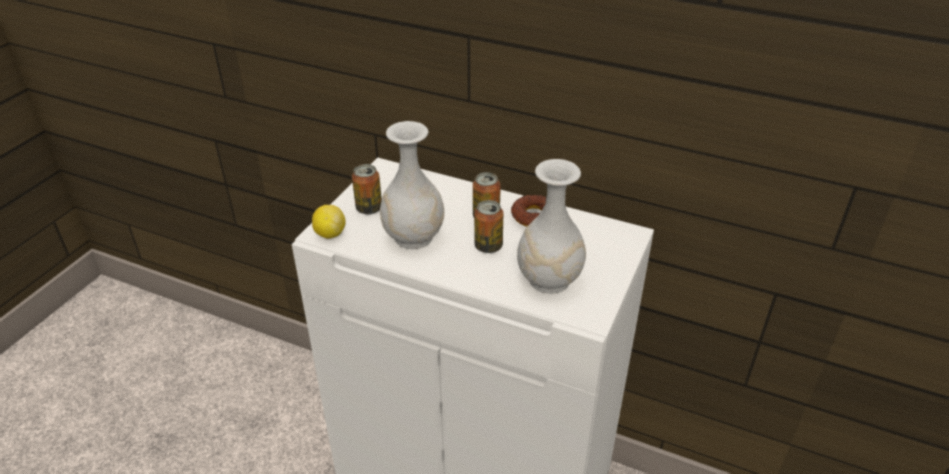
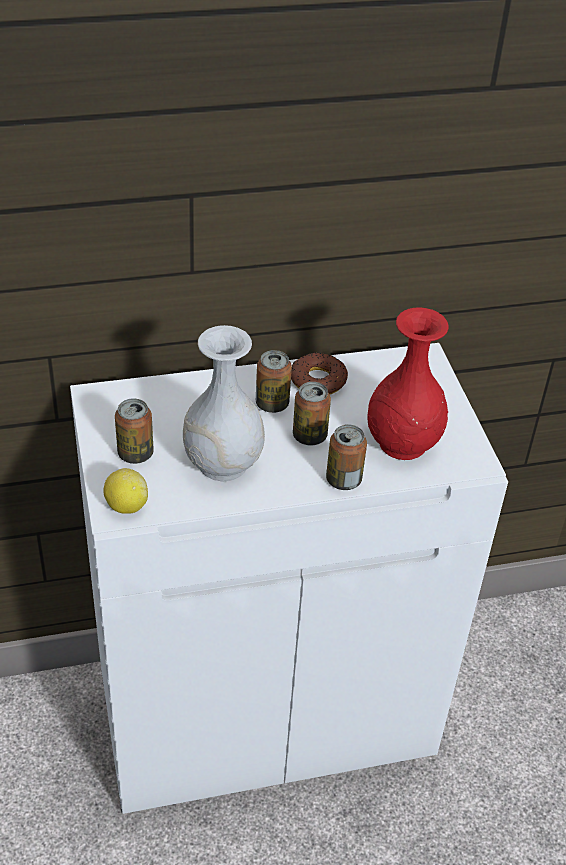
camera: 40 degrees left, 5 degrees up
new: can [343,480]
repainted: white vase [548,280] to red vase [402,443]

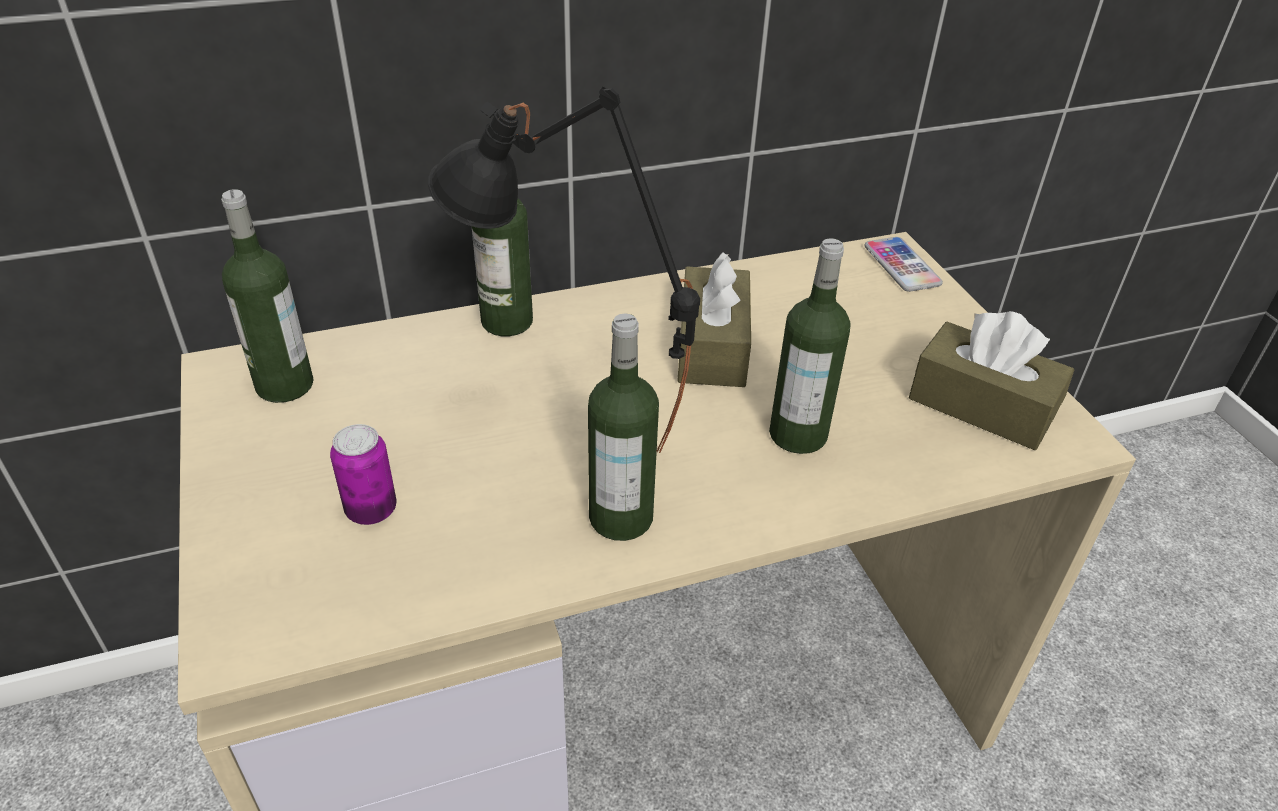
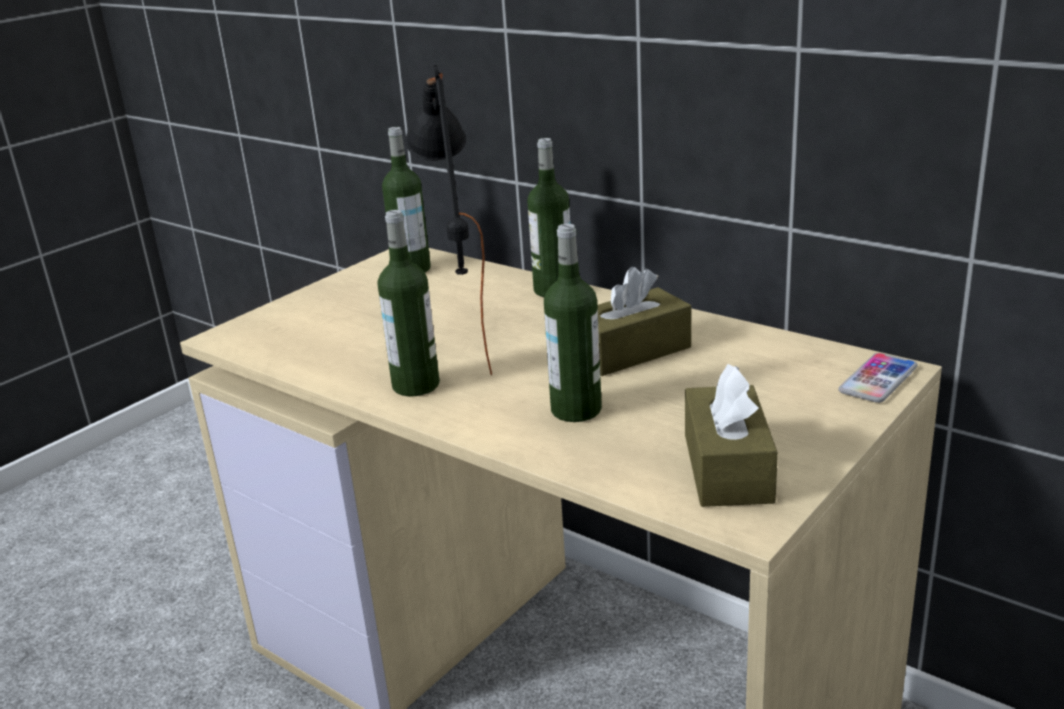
camera: 60 degrees right, 15 degrees down
gone: can [371,510]

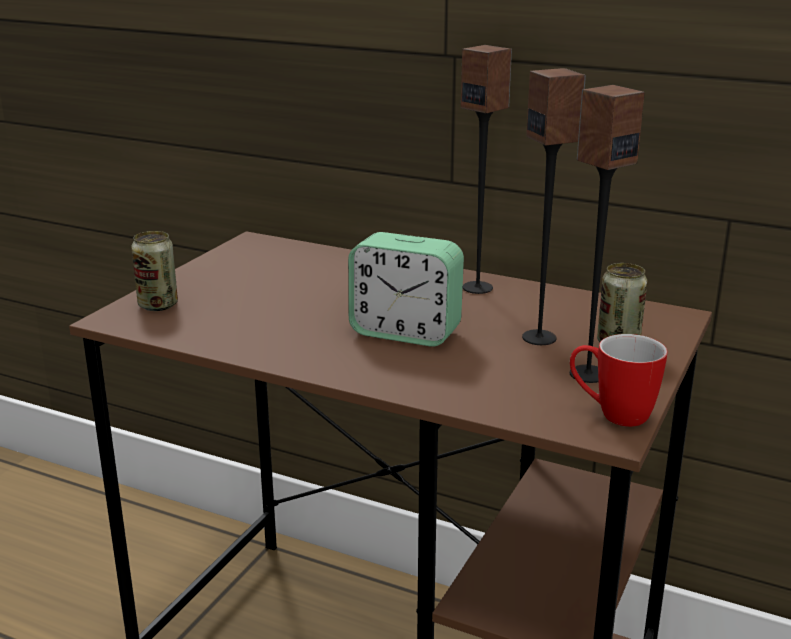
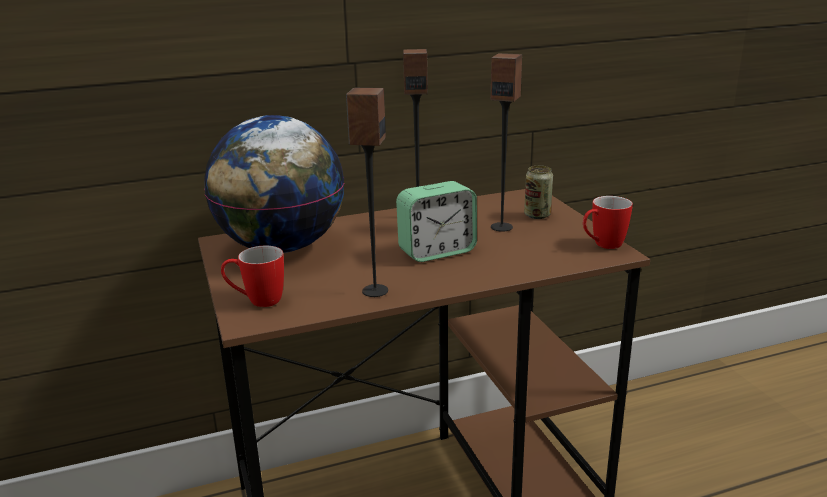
camera: 45 degrees left, 0 degrees up
new: globe [281,247]
shifted: speaker [587,374] to [374,291]
swapped: can [158,305] to mug [256,301]

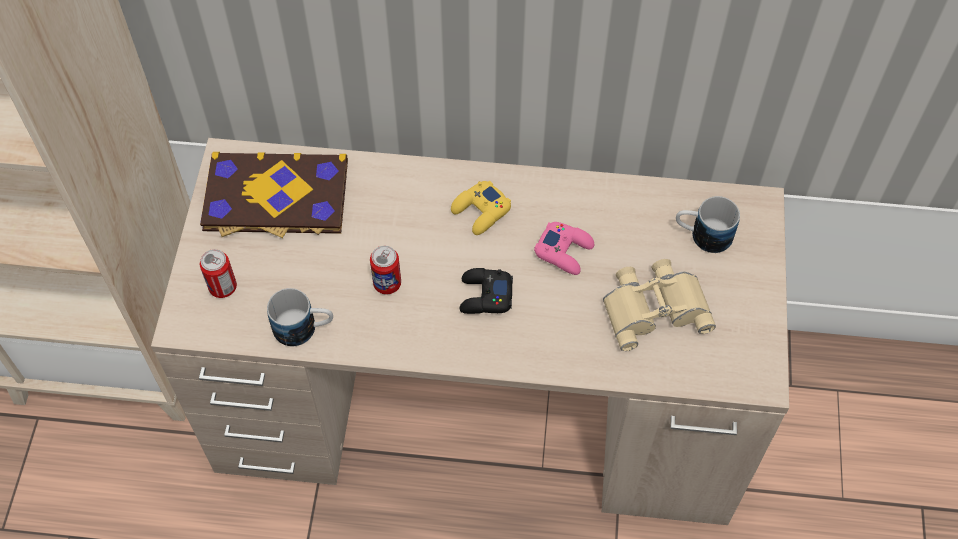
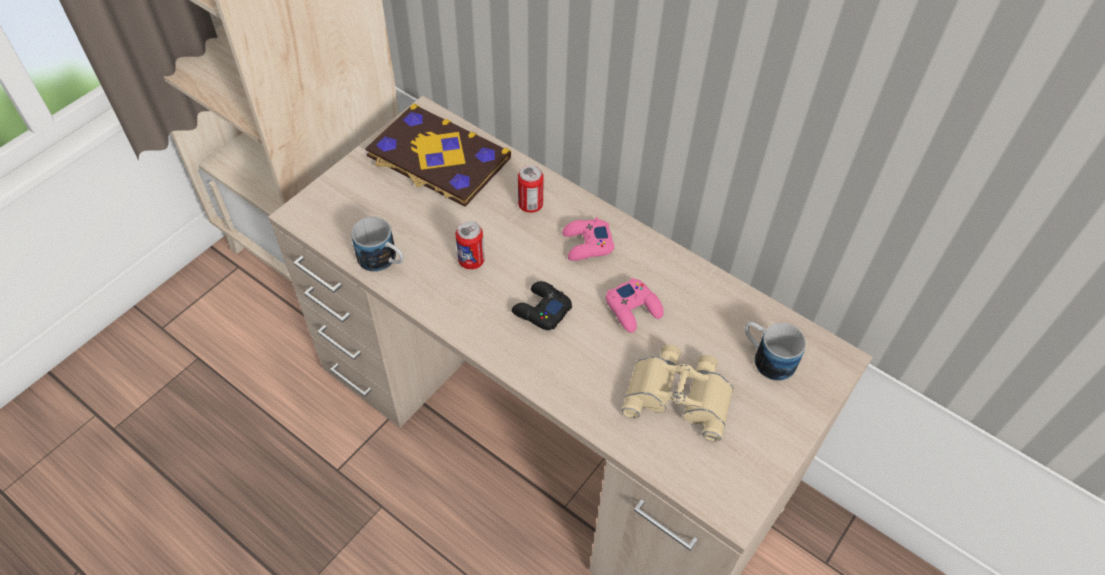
camera: 30 degrees right, 5 degrees down
shifted: can [223,287] to [530,205]
repainted: yellow game controller [481,211] to pink game controller [587,244]

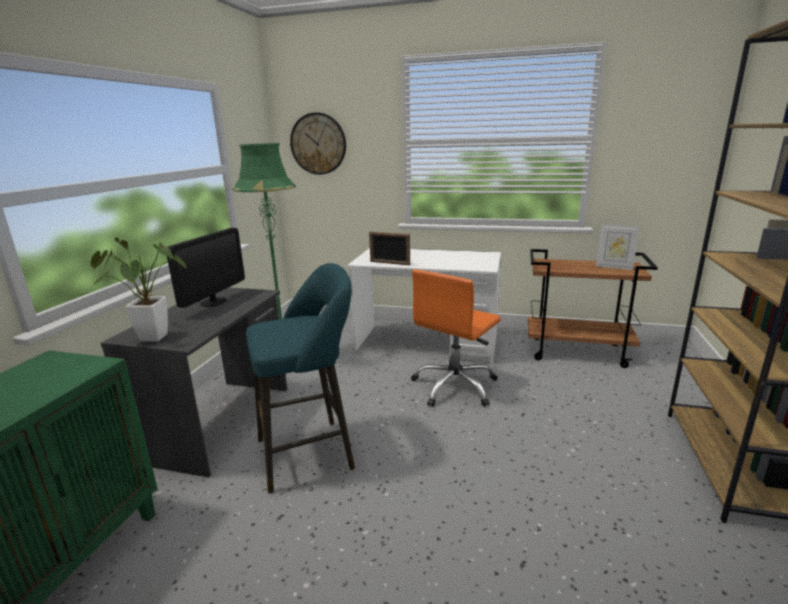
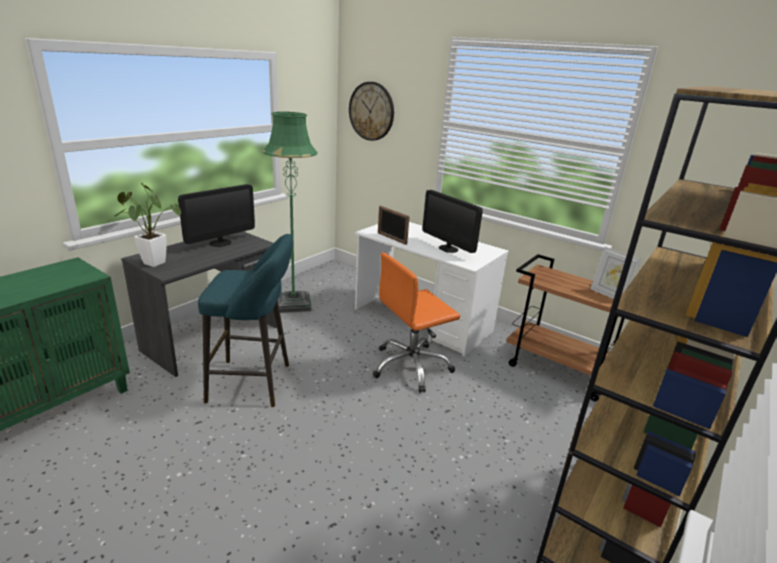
camera: 20 degrees right, 5 degrees up
new: monitor [448,249]

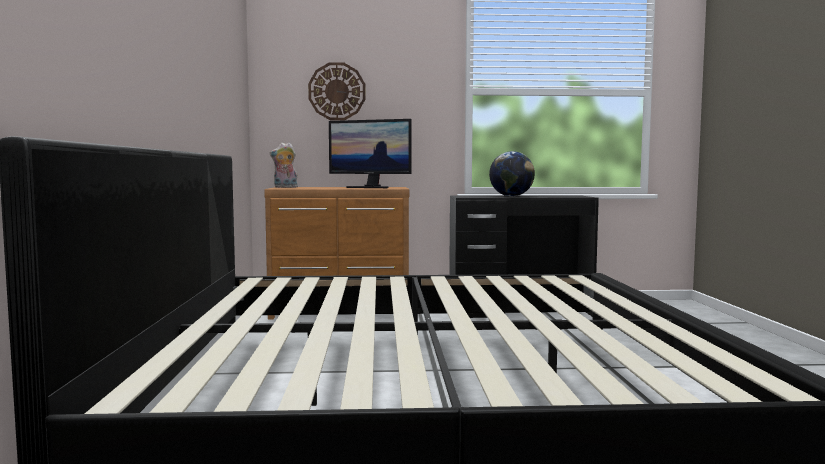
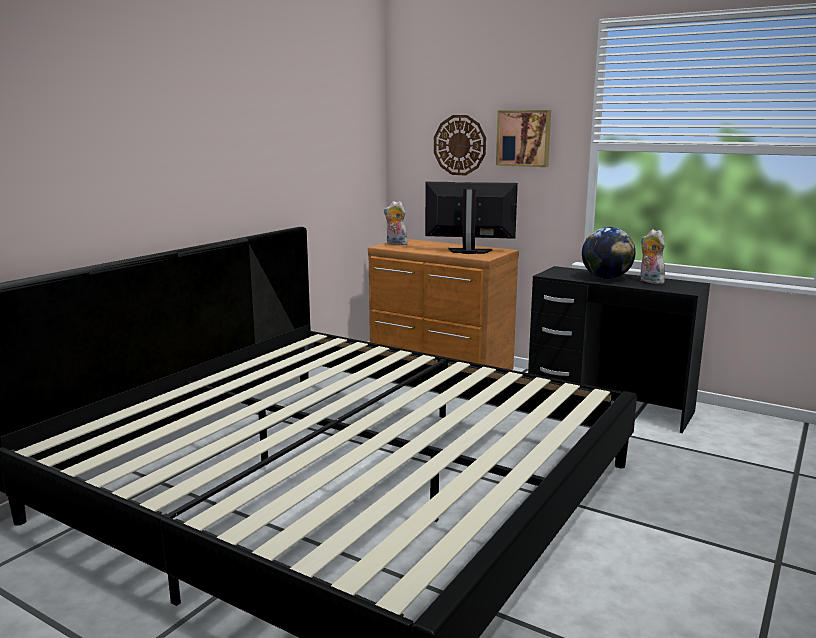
camera: 35 degrees right, 10 degrees up
new: picture [524,138]; plush toy [649,281]
rotated: monitor [371,187] = [469,251] 135 degrees clockwise

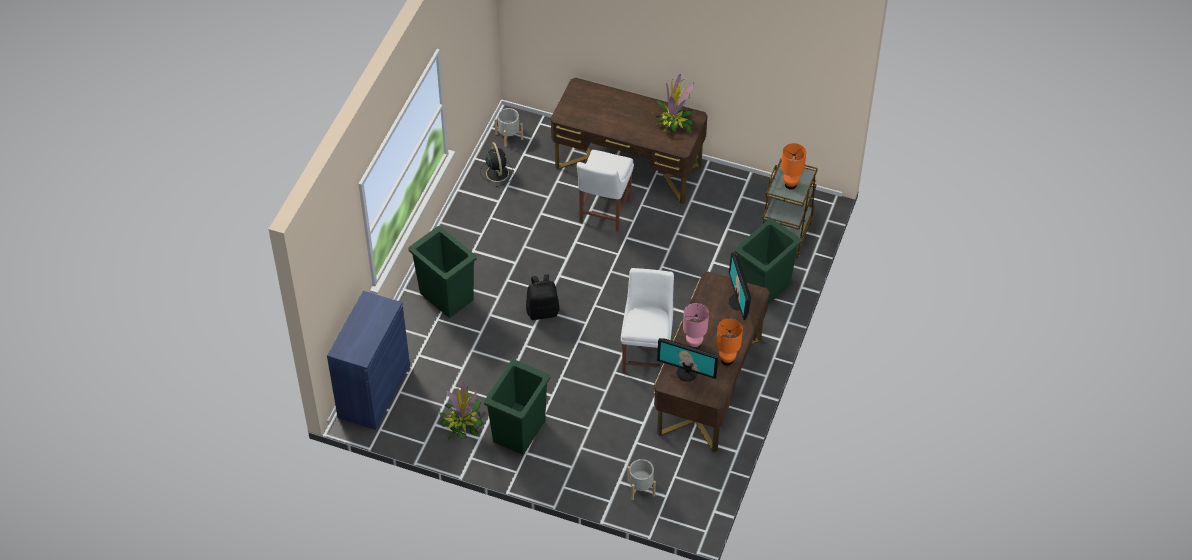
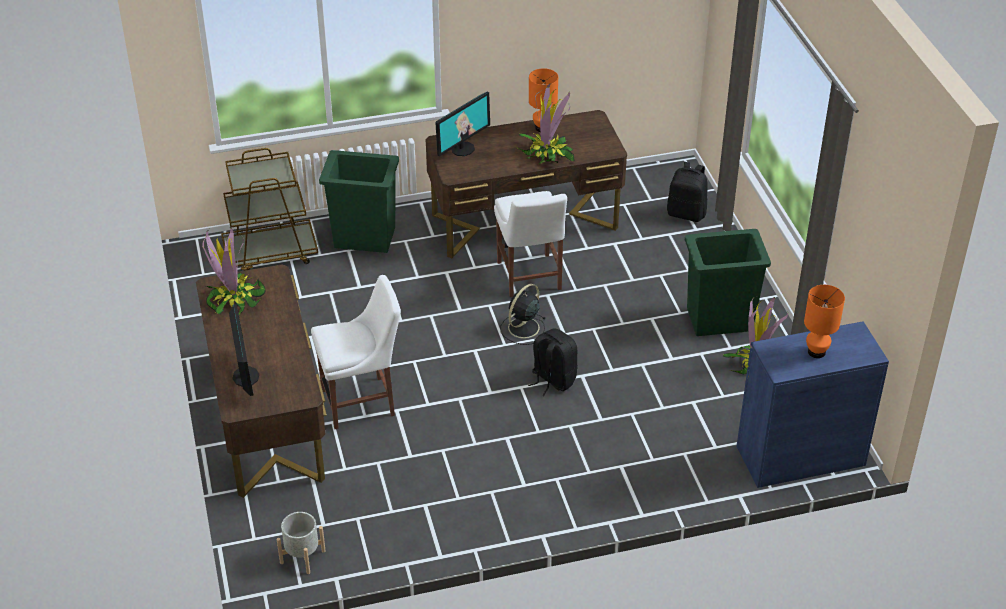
camera: 125 degrees left, 10 degrees down
gone: green trash can [446,296]
shifted: monitor [687,373] to [245,376]; black fan [497,172] to [522,328]; orange table lamp [791,185] to [816,351]
swapped: pink table lamp [693,344] to potted plant [546,154]; grey planter [641,488] to black backpack [686,213]
rotated: white chair [647,354] = [529,278] 75 degrees counterclockwise

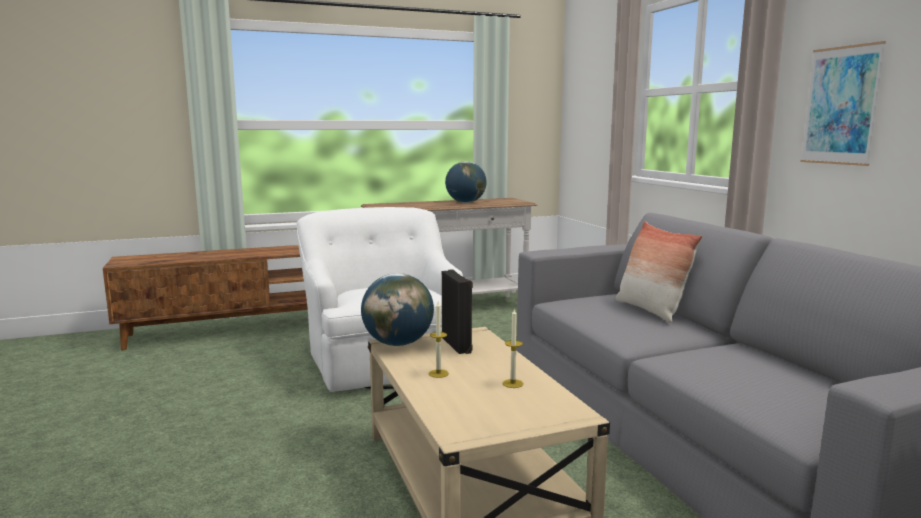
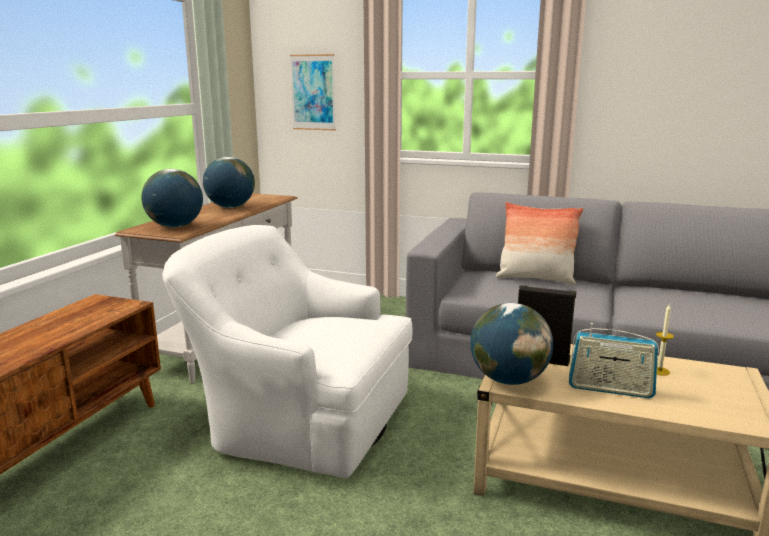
camera: 50 degrees left, 5 degrees up
new: globe [176,226]
shifted: picture [841,106] to [313,92]
swapped: candle [438,373] to radio [610,389]

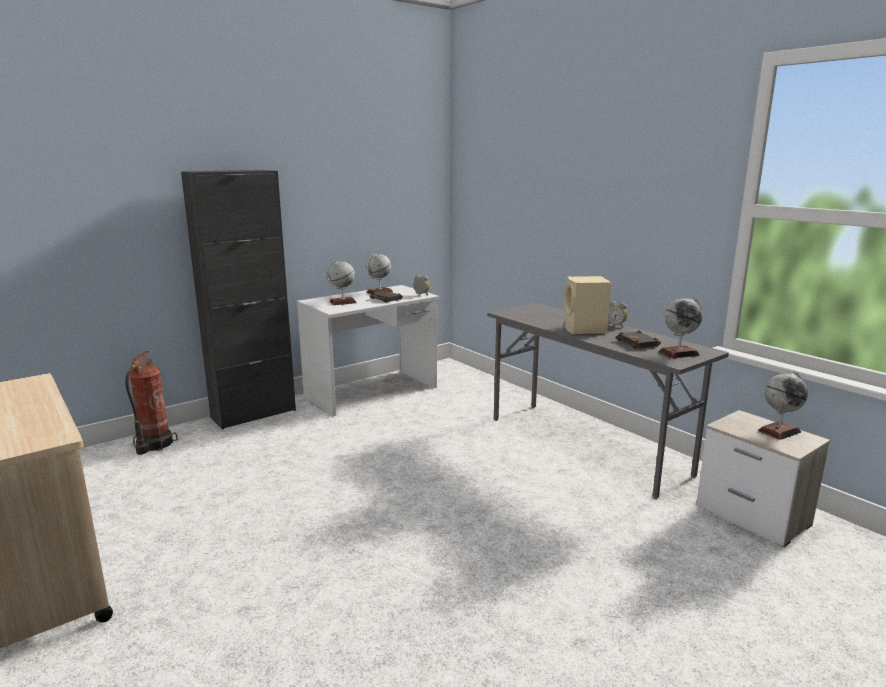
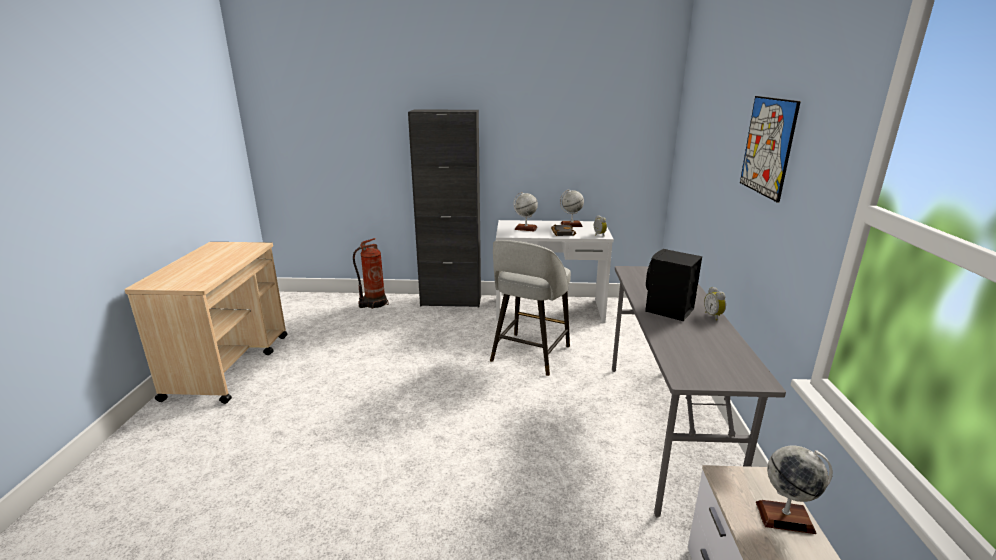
camera: 40 degrees right, 5 degrees up
gone: black book [639,343]; globe [679,353]
new: grey stool [529,355]; picture [767,146]
repainted: beige speaker [585,330] to black speaker [668,311]

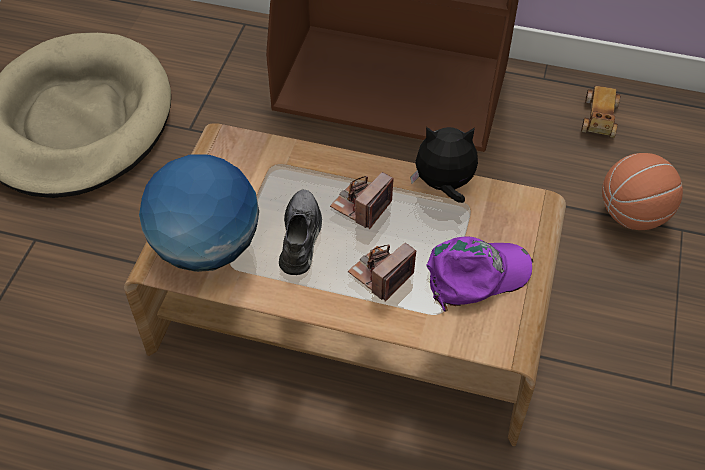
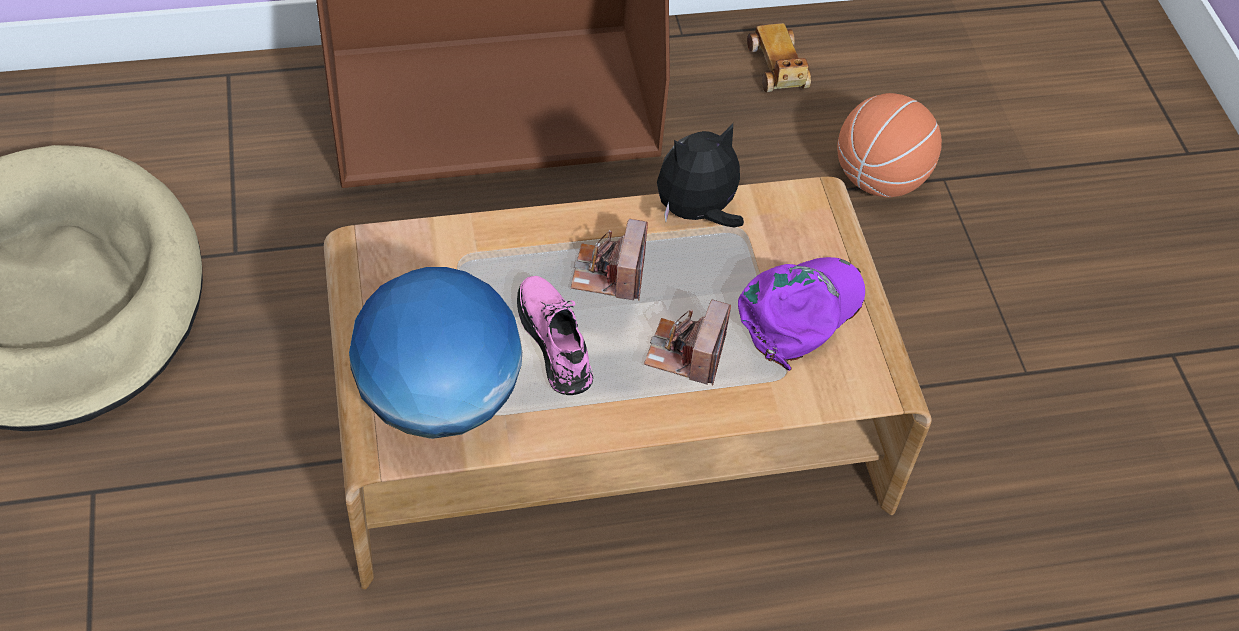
camera: 30 degrees left, 0 degrees up
repainted: grey shoe [300,236] to pink shoe [555,341]

